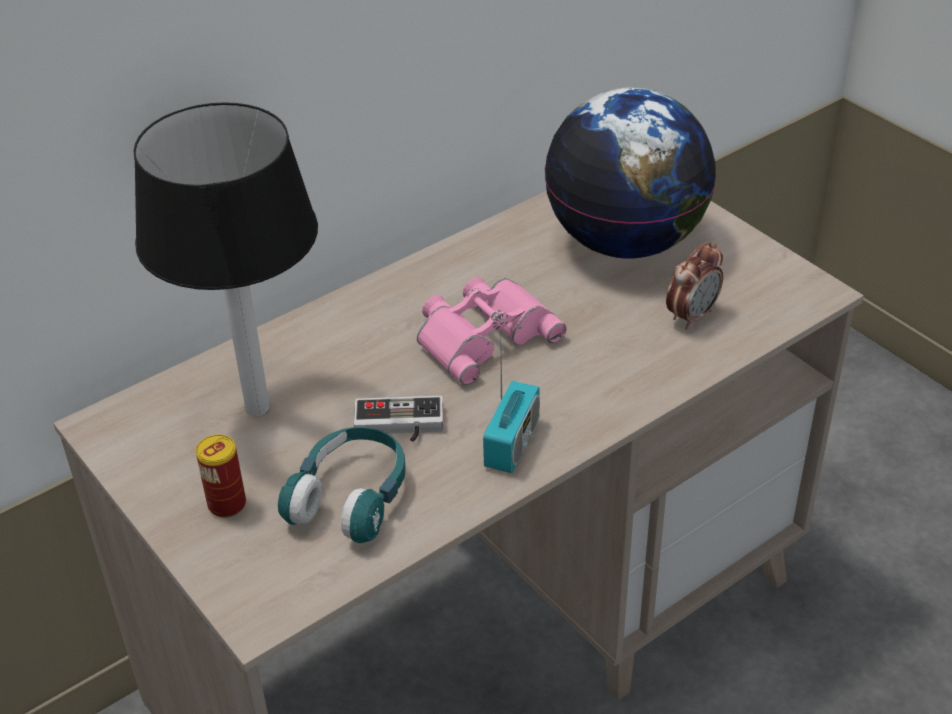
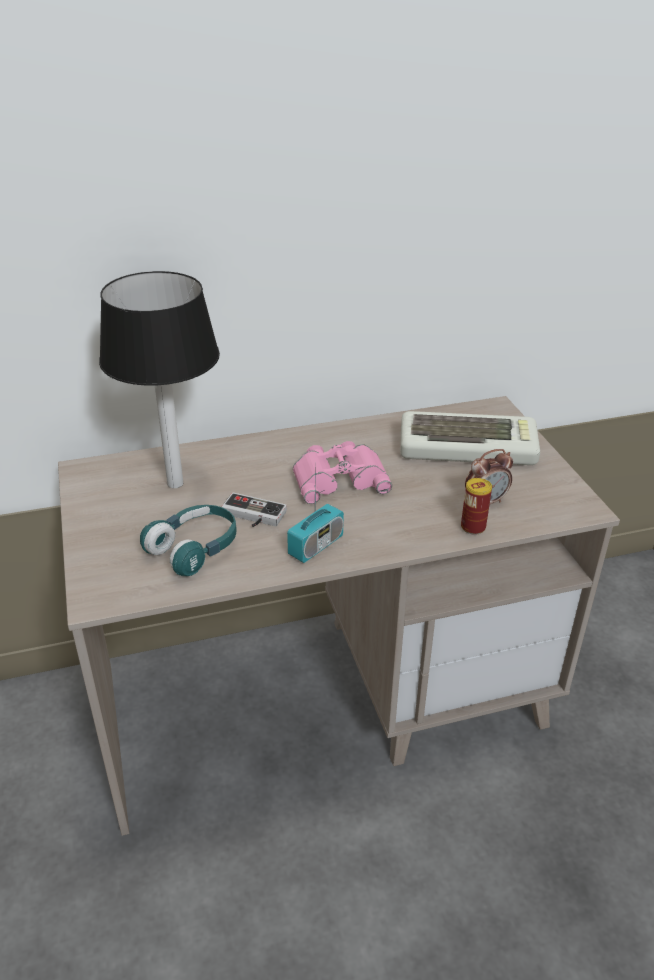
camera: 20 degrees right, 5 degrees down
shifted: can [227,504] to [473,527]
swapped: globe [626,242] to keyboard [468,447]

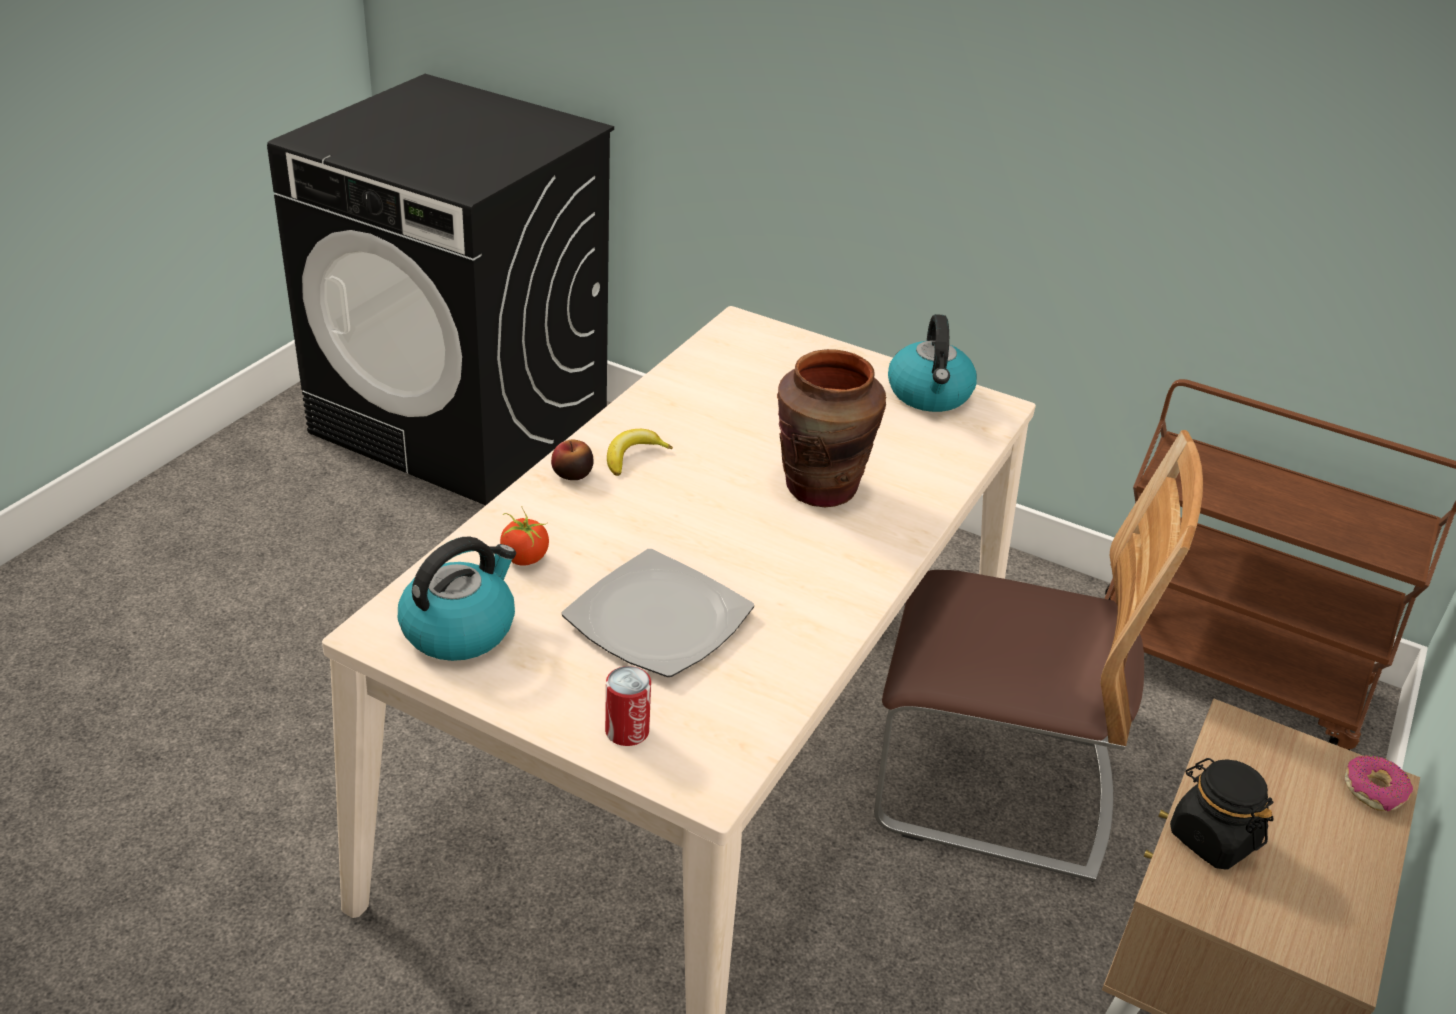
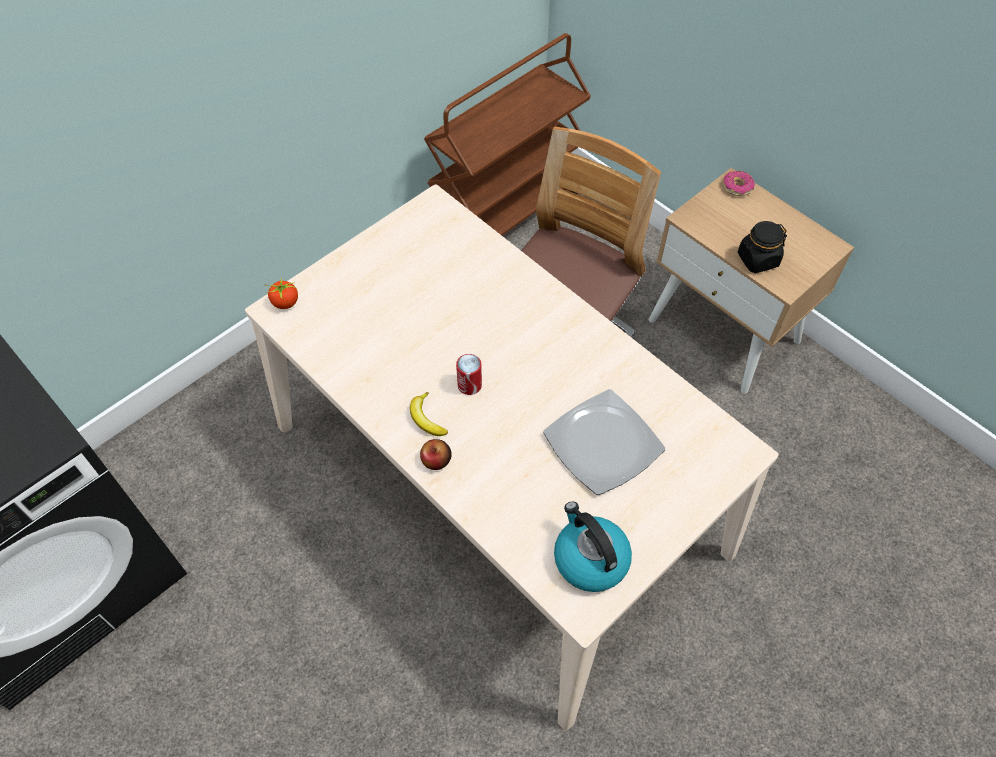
camera: 70 degrees left, 20 degrees up
gone: brown vase [820,488]; kettle [929,394]
shifted: tomato [524,558] to [285,303]; can [627,731] to [469,385]

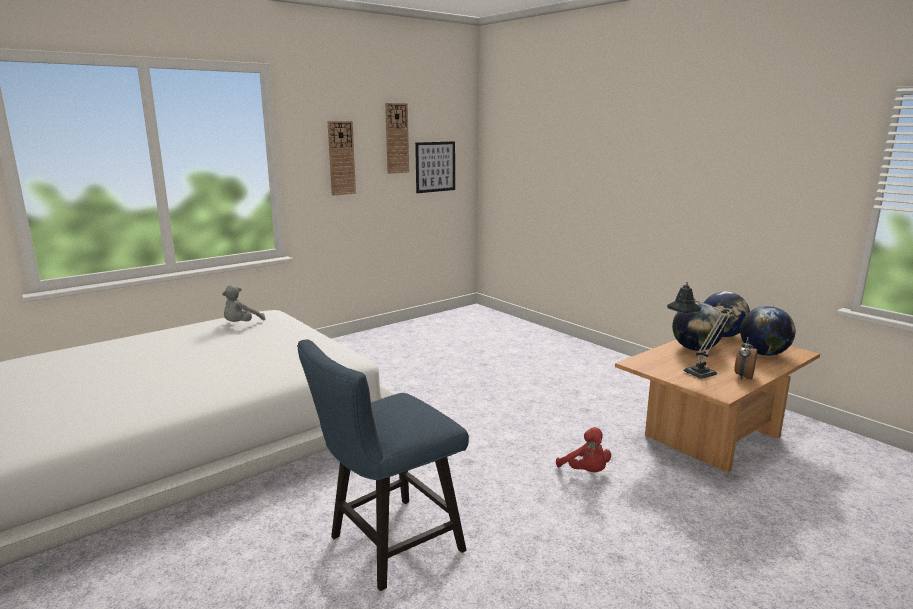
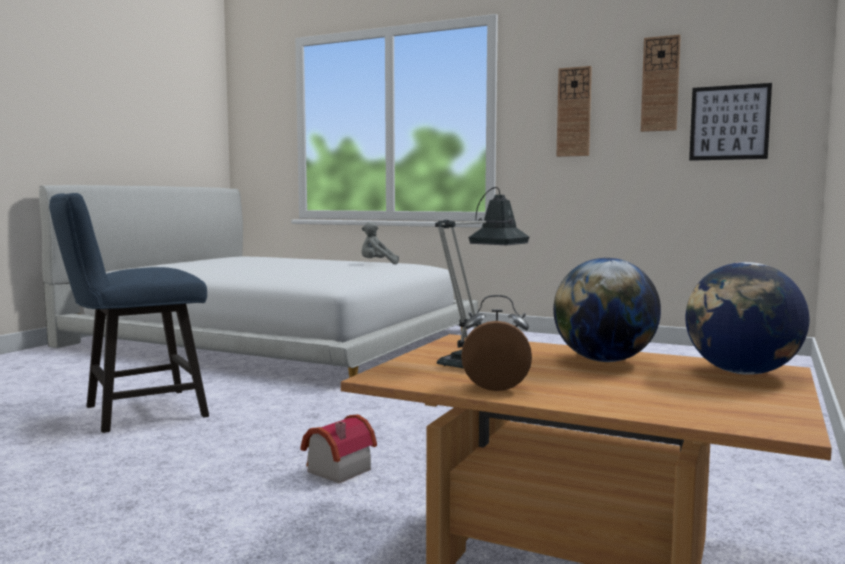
camera: 65 degrees right, 10 degrees down
gone: globe [763,354]
swapped: red plush toy [586,472] to toy house [335,470]
rotated: blue chair [387,546] = [135,412] 60 degrees counterclockwise

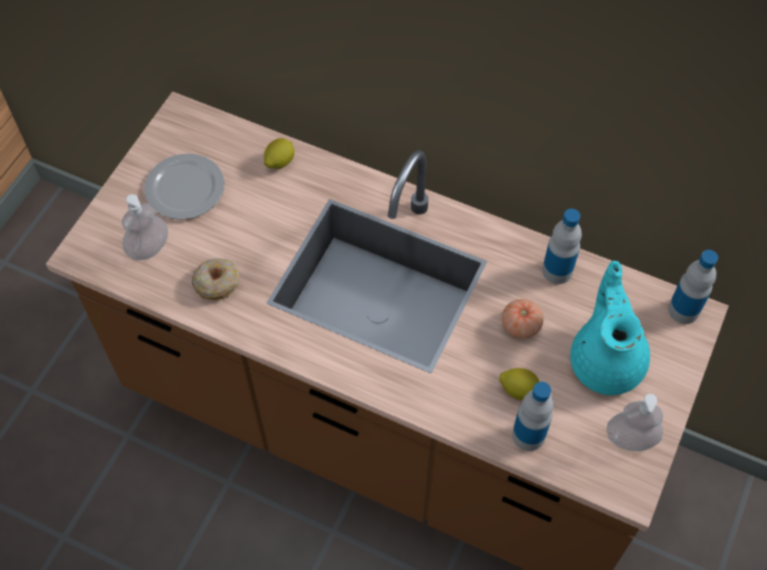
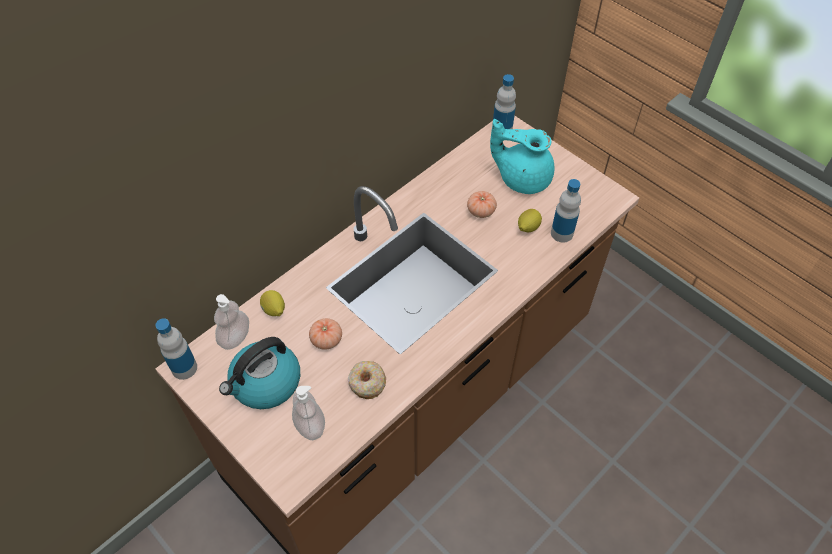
camera: 70 degrees left, 5 degrees down
new: tomato [326,340]
shifted: bottle [557,271] to [184,368]; soap dispenser [630,438] to [235,337]
swapped: plate [185,190] to kettle [265,383]

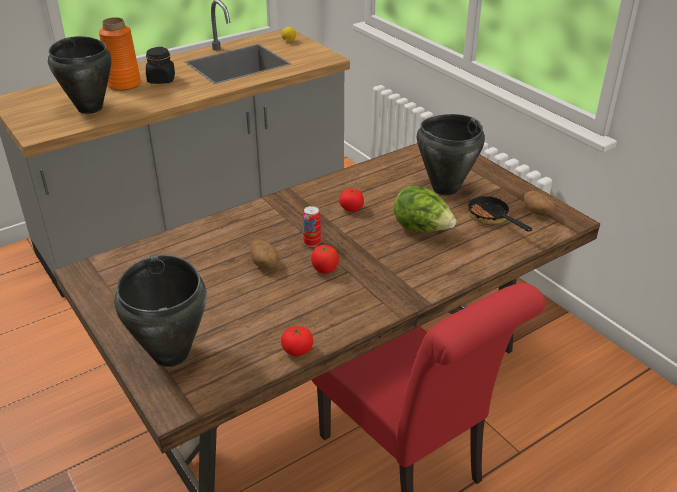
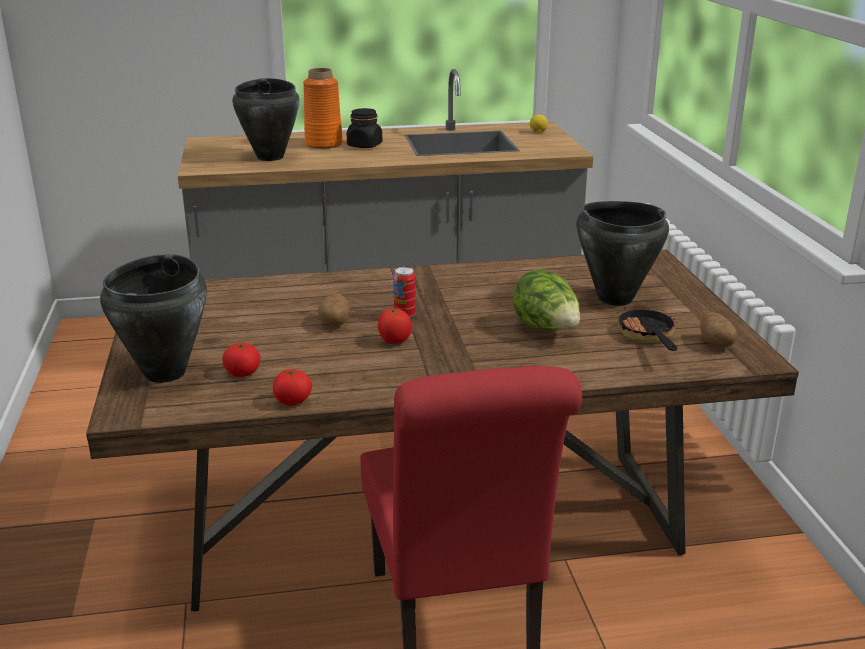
camera: 25 degrees right, 10 degrees down
shifted: tomato [351,208] to [242,373]

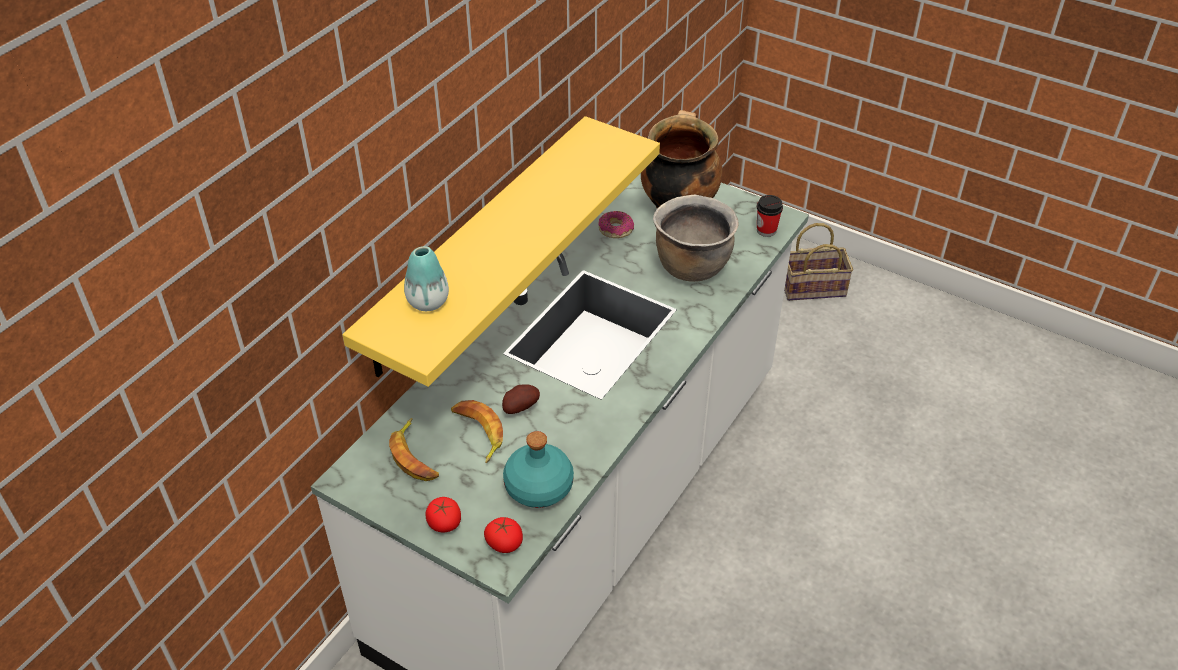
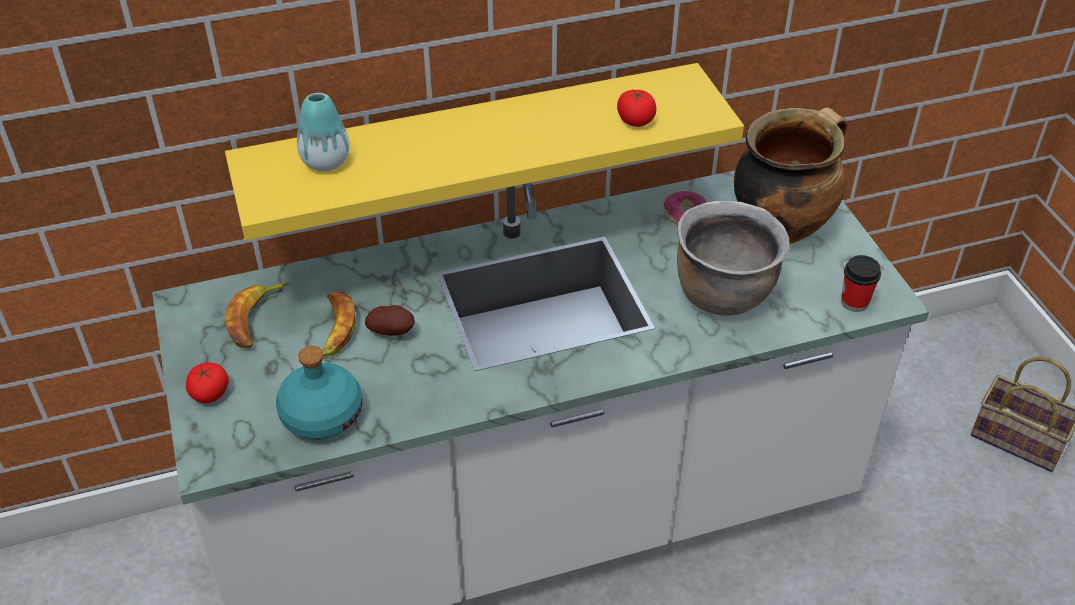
camera: 40 degrees right, 0 degrees up
shifted: tomato [504,543] to [635,120]

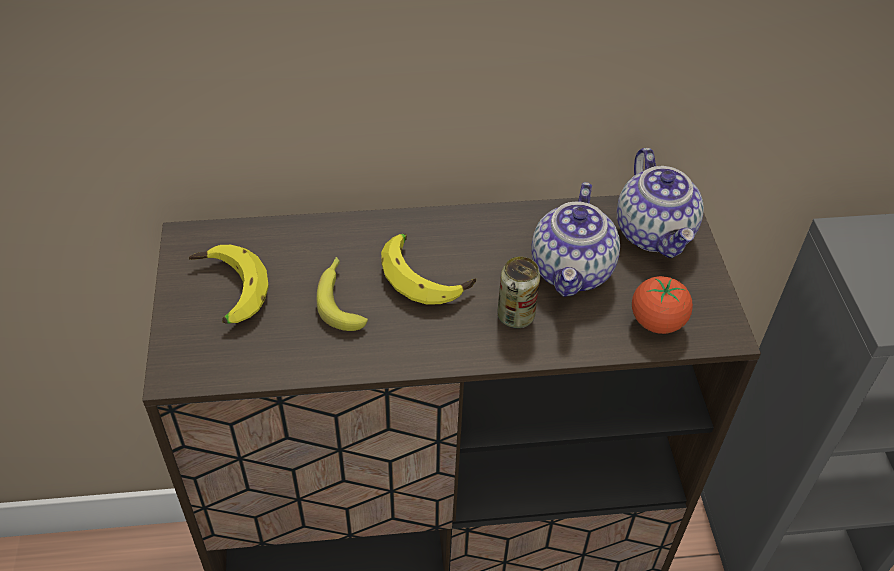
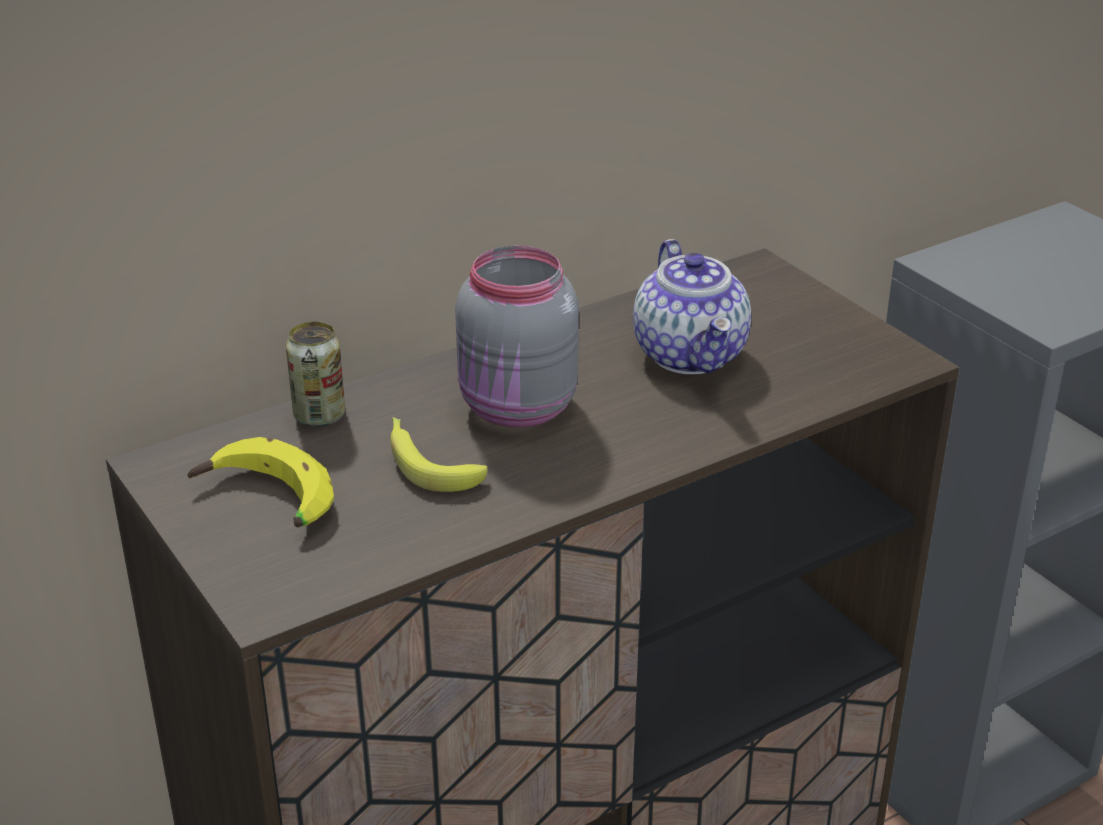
camera: 25 degrees left, 15 degrees down
gone: teapot [655,233]; tomato [656,322]
shifted: can [515,316] to [319,416]
swapped: banana [426,275] to grey jar [518,409]

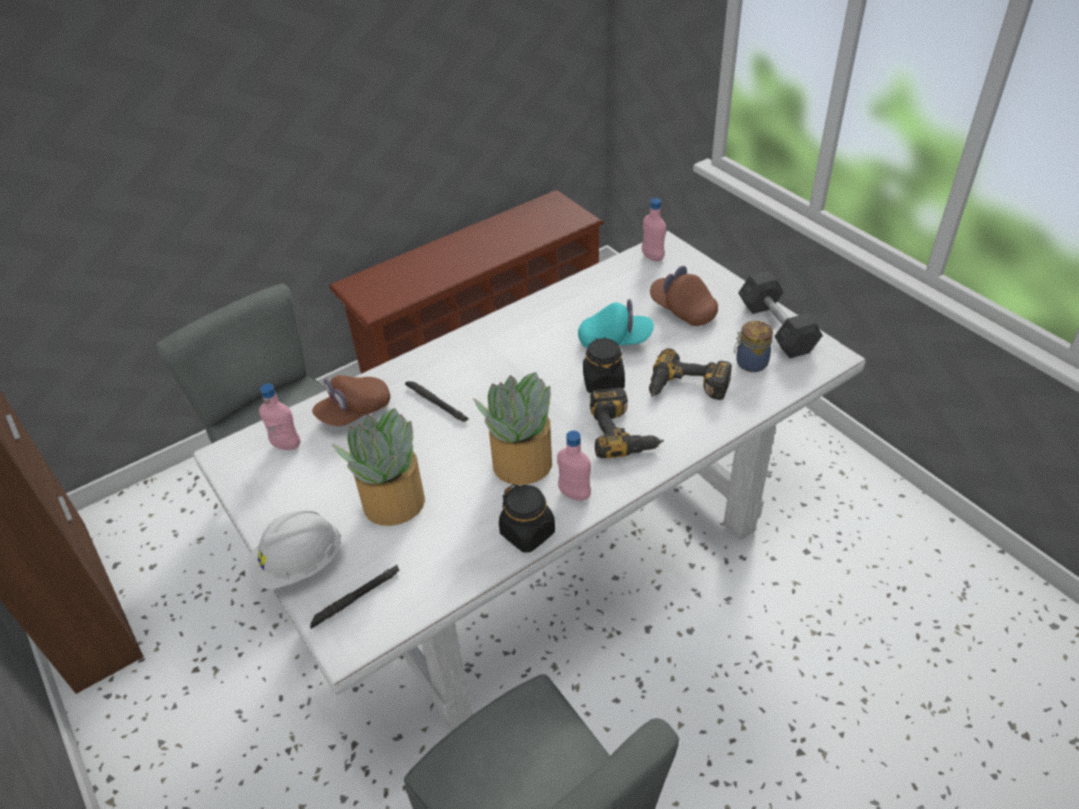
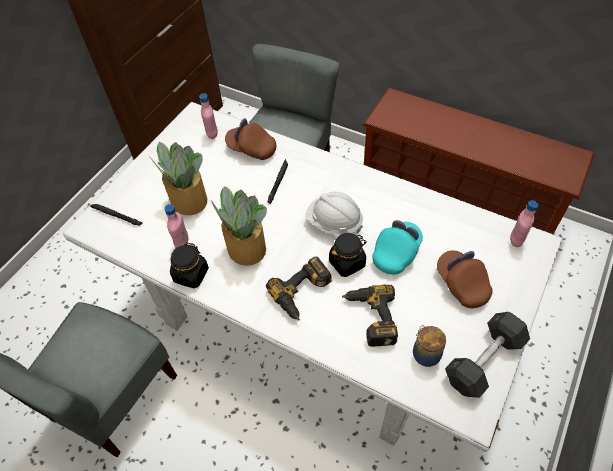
camera: 65 degrees right, 10 degrees up
shifted: pink bottle [574,494] to [182,243]; white hard hat [299,564] to [334,223]
rotated: turquoise cap [615,340] = [396,253] 120 degrees counterclockwise; brown cap [682,310] = [461,284] 45 degrees counterclockwise

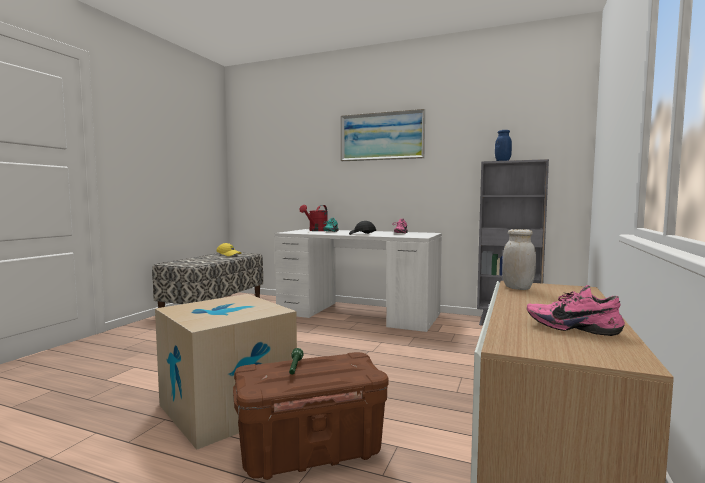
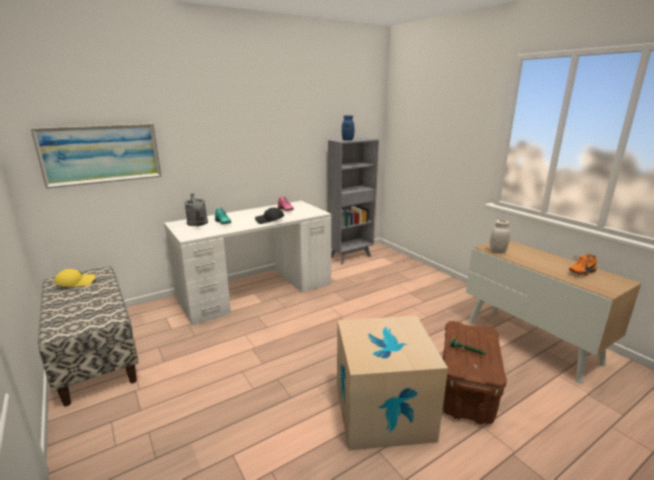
camera: 55 degrees left, 15 degrees up
shifted: picture [382,136] to [101,154]
repainted: red watering can [316,230] to grey watering can [198,224]; pink shoe [572,328] to orange shoe [580,272]

